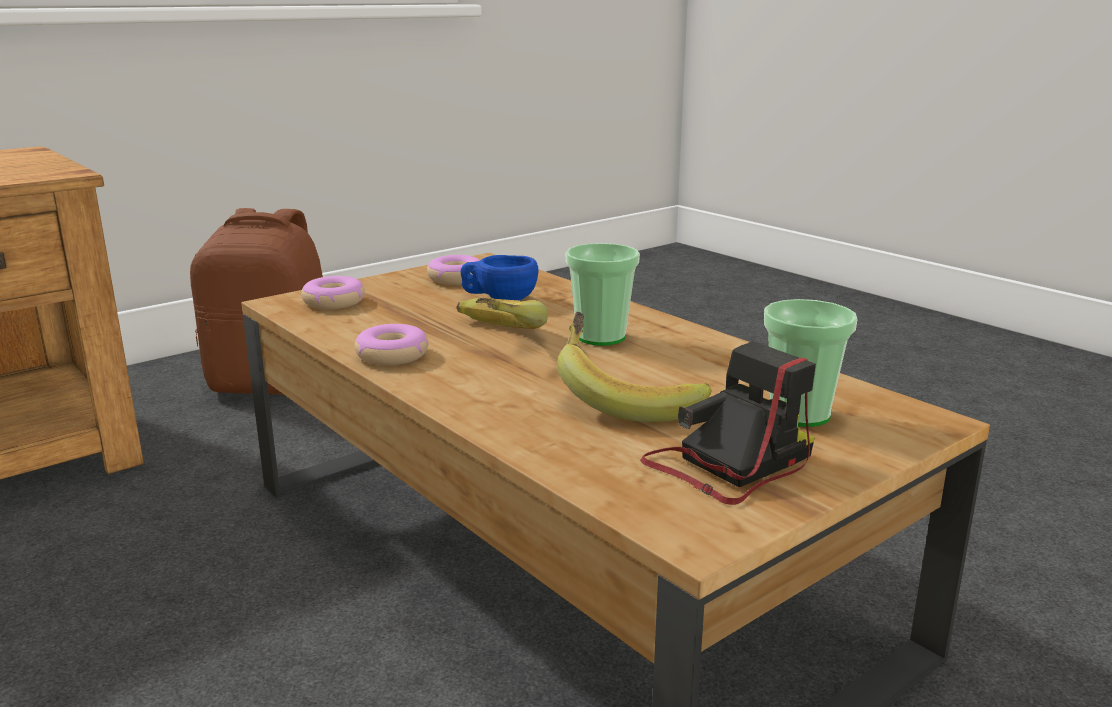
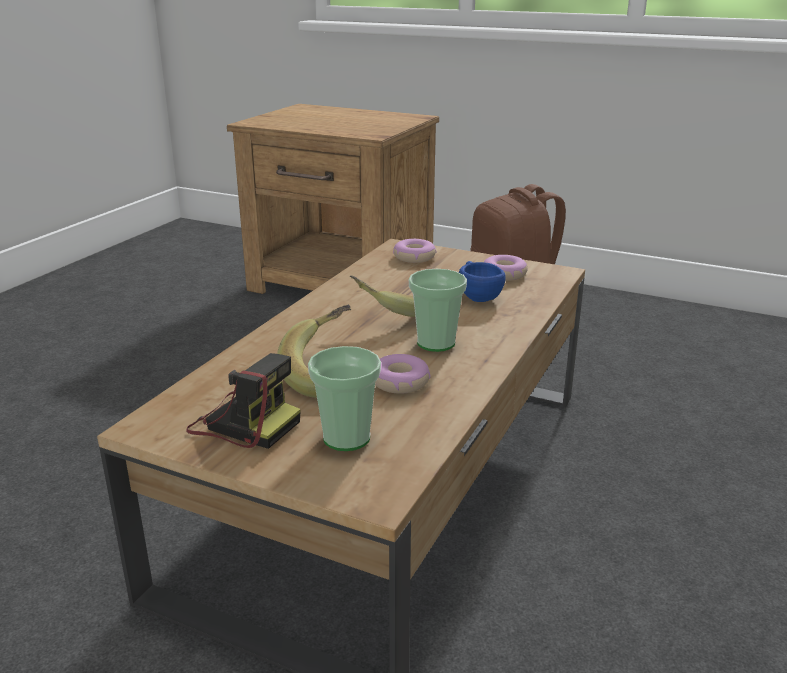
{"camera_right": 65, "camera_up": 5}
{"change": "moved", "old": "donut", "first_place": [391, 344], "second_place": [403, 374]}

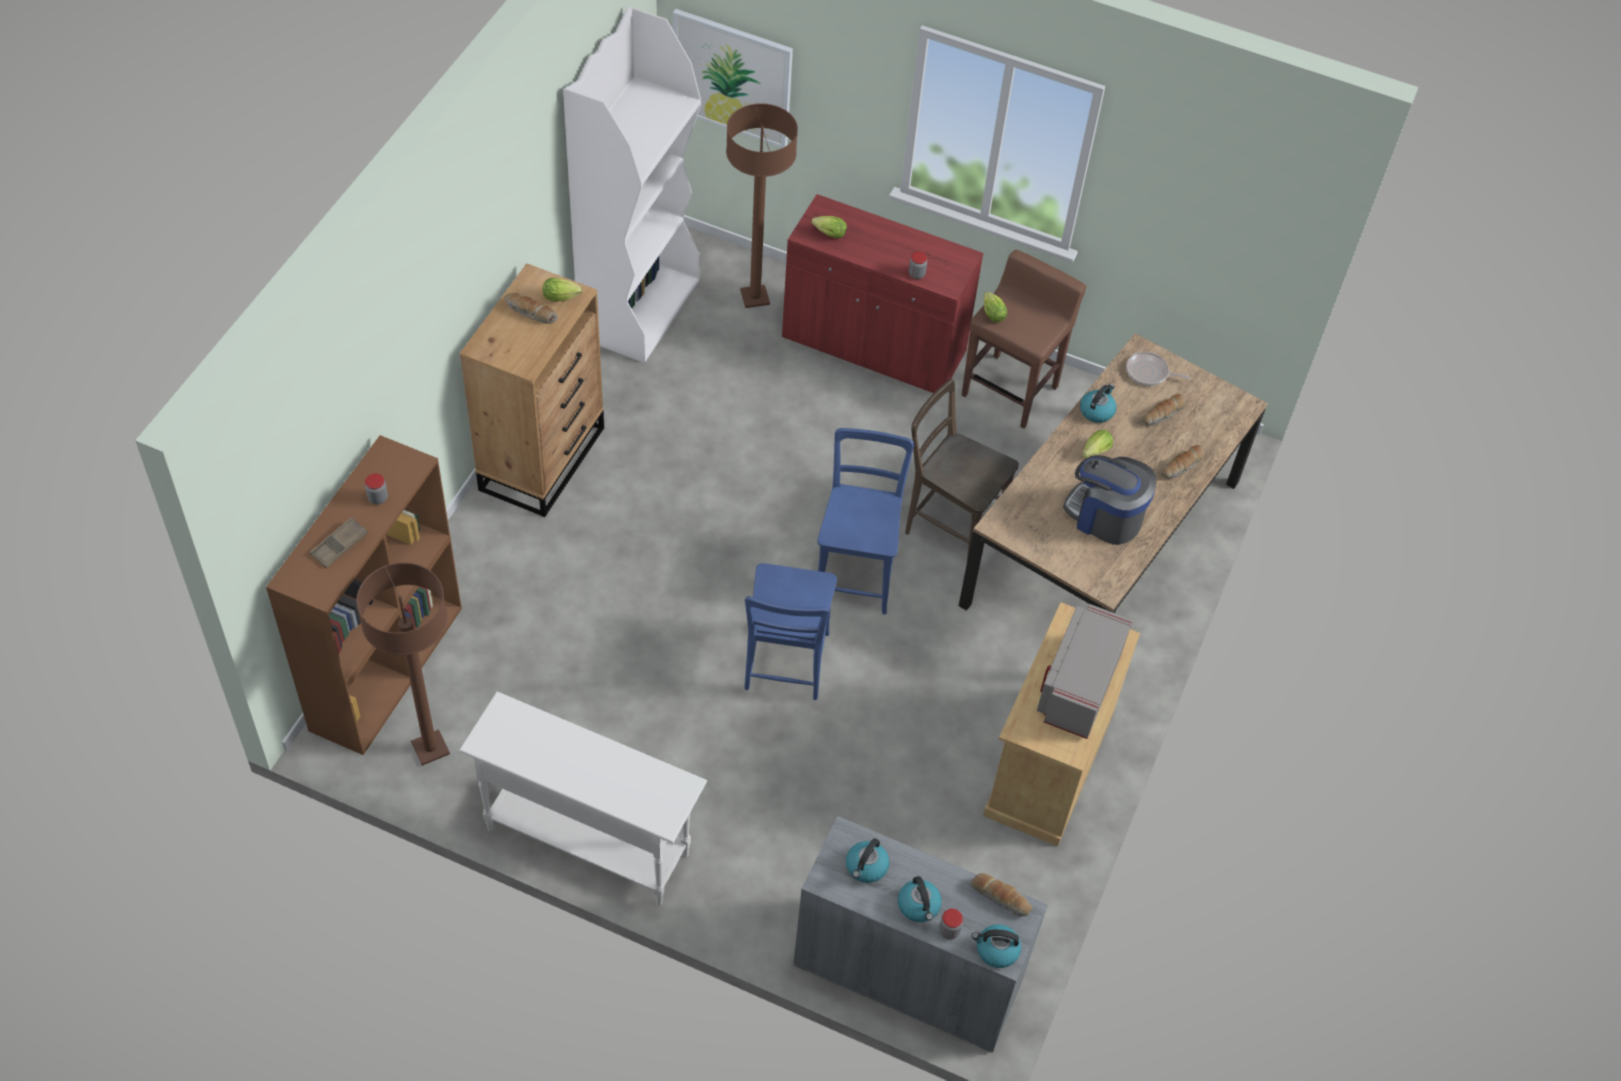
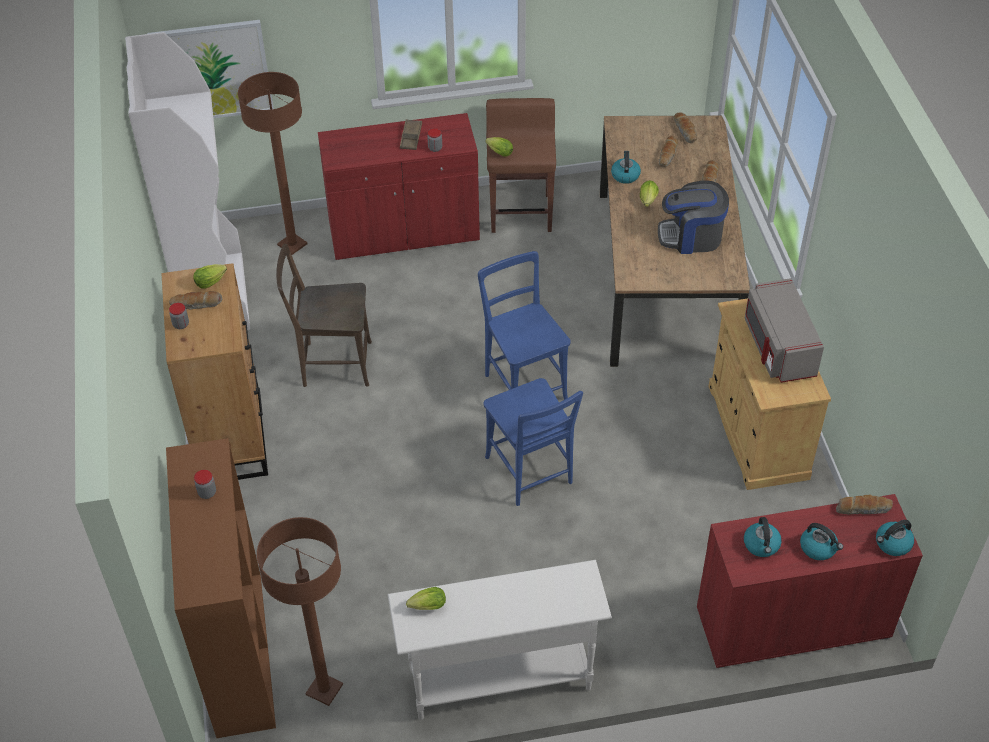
{"camera_right": -30, "camera_up": -5}
{"change": "moved", "old": "lettuce", "first_place": [829, 227], "second_place": [426, 598]}
{"change": "removed", "old": "frying pan", "first_place": [1158, 369]}
{"change": "moved", "old": "chair/brown", "first_place": [962, 469], "second_place": [324, 315]}
{"change": "moved", "old": "tray/brown", "first_place": [339, 542], "second_place": [411, 134]}
{"change": "recoloured", "old": "cabinet/grey", "new": "cabinet/red", "first_place": [920, 934], "second_place": [810, 581]}
{"change": "moved", "old": "jar", "first_place": [951, 924], "second_place": [179, 316]}
{"change": "added", "new": "bread", "second_place": [685, 127]}

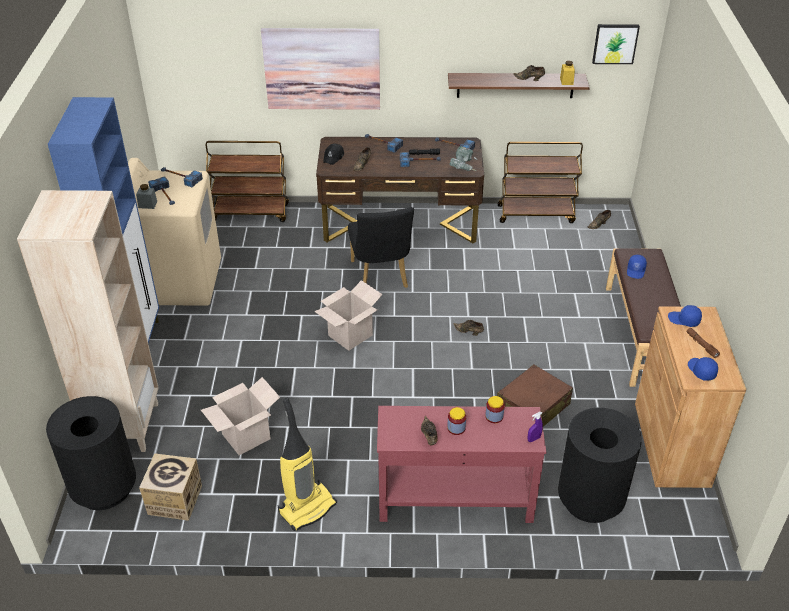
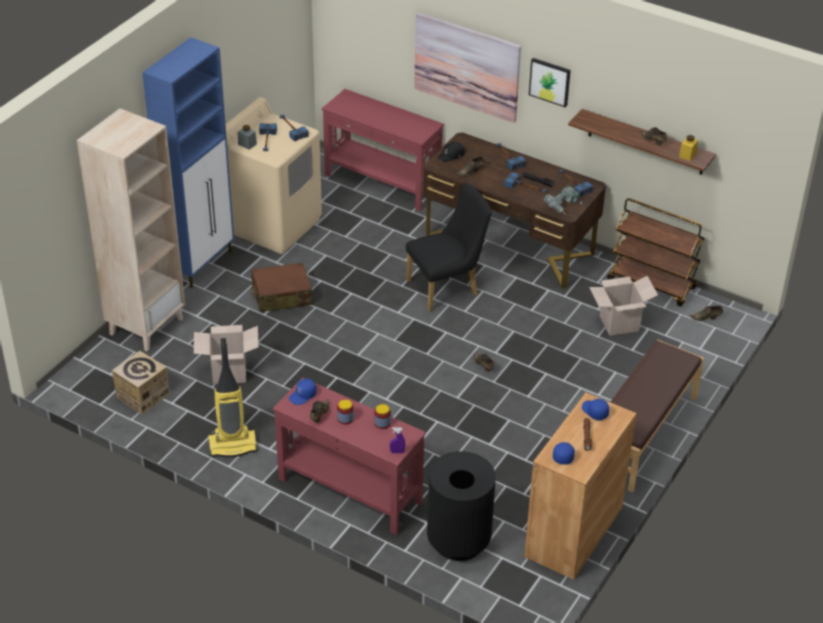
{"camera_right": 30, "camera_up": 0}
{"change": "moved", "old": "picture", "first_place": [616, 44], "second_place": [550, 82]}
{"change": "replaced", "old": "cart/brown", "new": "console table/red", "first_place": [247, 181], "second_place": [383, 150]}
{"change": "turned", "old": "chair/black", "first_place": [381, 247], "second_place": [449, 247], "degrees": -135}
{"change": "moved", "old": "cap/blue", "first_place": [637, 267], "second_place": [303, 392]}
{"change": "moved", "old": "cardboard box", "first_place": [348, 315], "second_place": [623, 306]}
{"change": "moved", "old": "suitcase/brown", "first_place": [535, 395], "second_place": [281, 287]}
{"change": "removed", "old": "trash can/black", "first_place": [91, 453]}

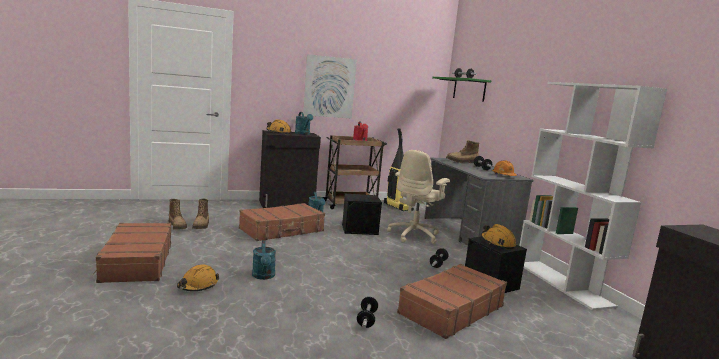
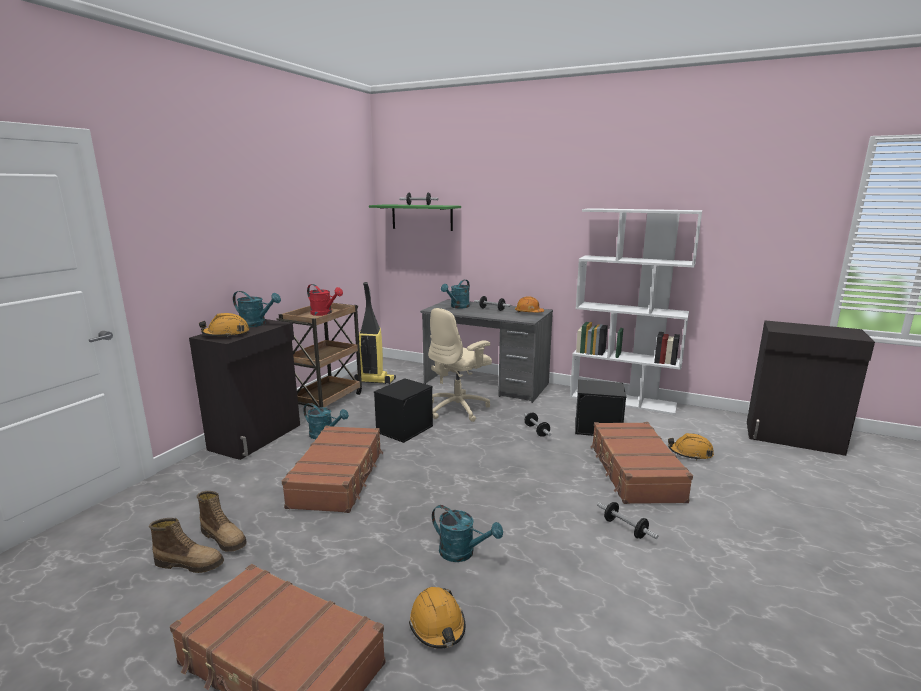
{"camera_right": -45, "camera_up": 5}
{"change": "removed", "old": "picture", "first_place": [330, 86]}
{"change": "replaced", "old": "boot", "new": "watering can/turquoise", "first_place": [462, 151], "second_place": [455, 294]}
{"change": "turned", "old": "office chair/beige", "first_place": [418, 197], "second_place": [460, 365], "degrees": 60}
{"change": "moved", "old": "hard hat/orange", "first_place": [498, 236], "second_place": [691, 447]}

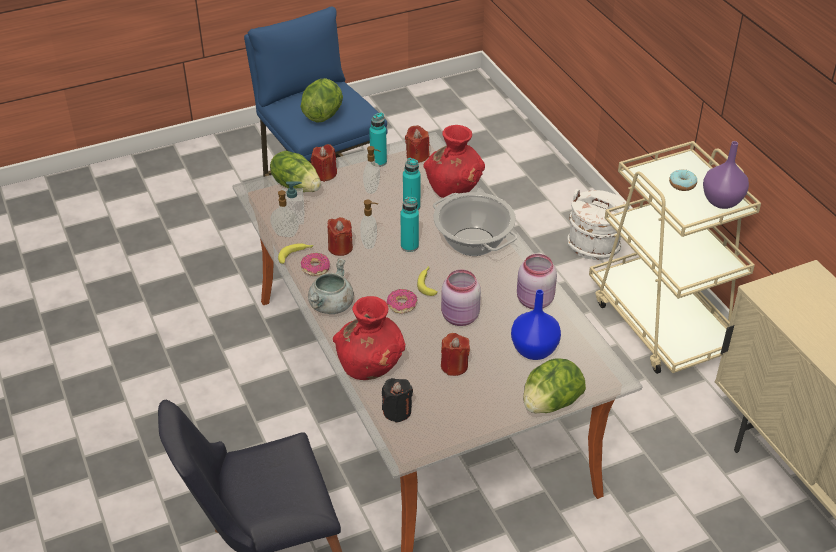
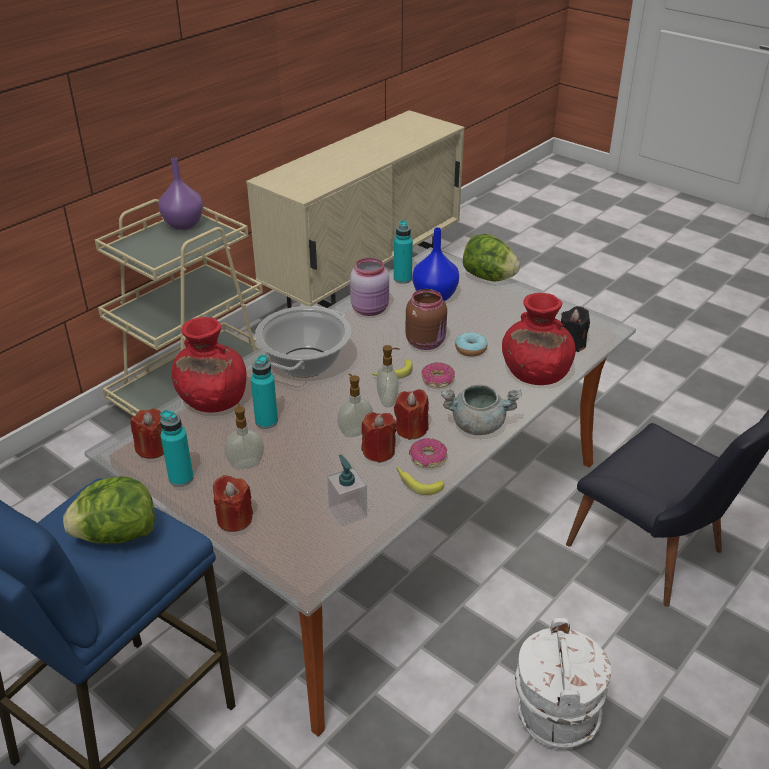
{"camera_right": -115, "camera_up": -5}
{"change": "removed", "old": "lettuce", "first_place": [295, 171]}
{"change": "moved", "old": "donut", "first_place": [683, 180], "second_place": [471, 344]}
{"change": "moved", "old": "bucket/white", "first_place": [598, 224], "second_place": [563, 683]}
{"change": "moved", "old": "soap dispenser", "first_place": [284, 213], "second_place": [388, 376]}
{"change": "moved", "old": "bottle/turquoise", "first_place": [409, 224], "second_place": [403, 252]}
{"change": "recoloured", "old": "jar/pink", "new": "jar/brown", "first_place": [461, 297], "second_place": [426, 319]}
{"change": "moved", "old": "candle/red", "first_place": [455, 354], "second_place": [411, 414]}

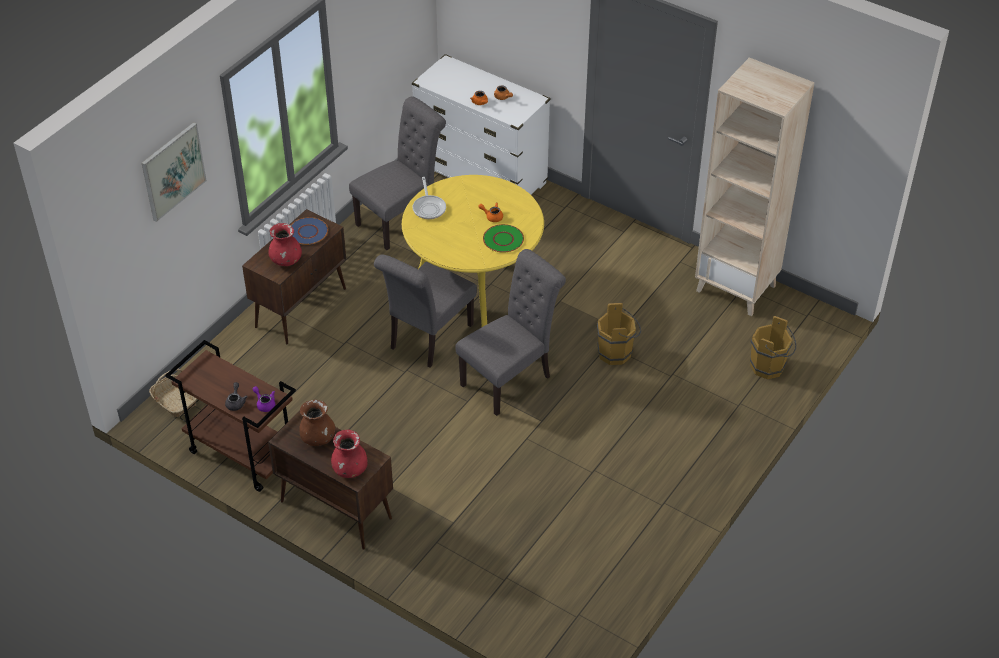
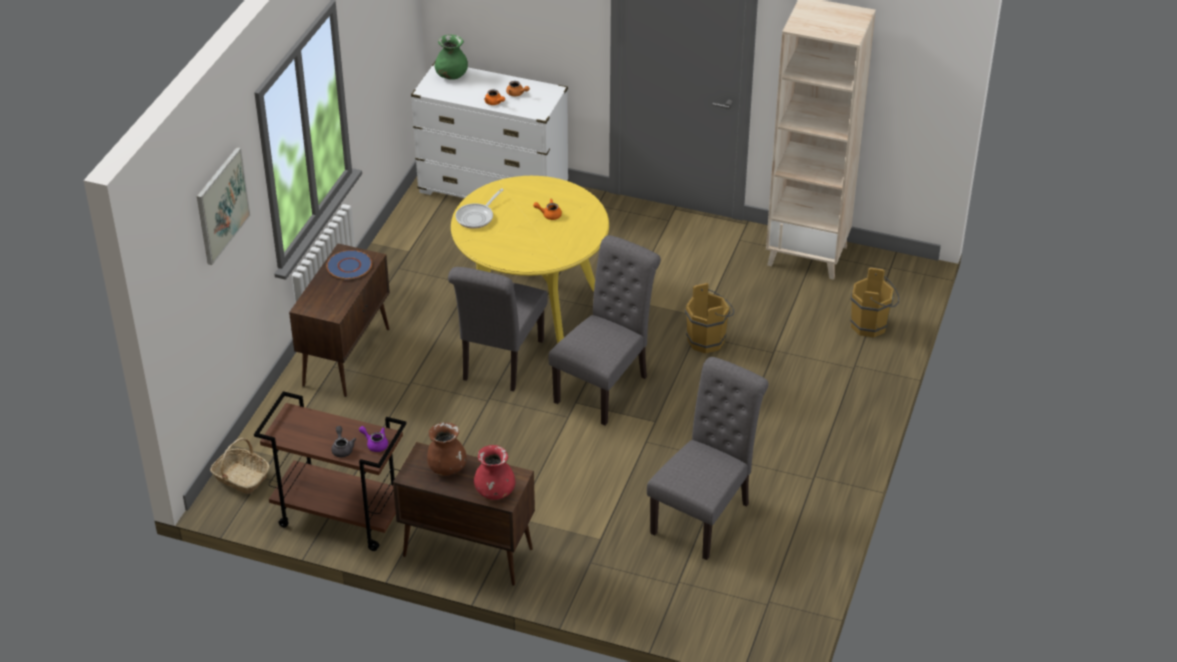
{"camera_right": -15, "camera_up": -5}
{"change": "moved", "old": "chair/grey", "first_place": [397, 173], "second_place": [708, 458]}
{"change": "turned", "old": "frying pan", "first_place": [429, 198], "second_place": [480, 209], "degrees": 60}
{"change": "removed", "old": "vase/red", "first_place": [285, 244]}
{"change": "removed", "old": "plate/green", "first_place": [503, 238]}
{"change": "added", "new": "vase/green", "second_place": [451, 57]}

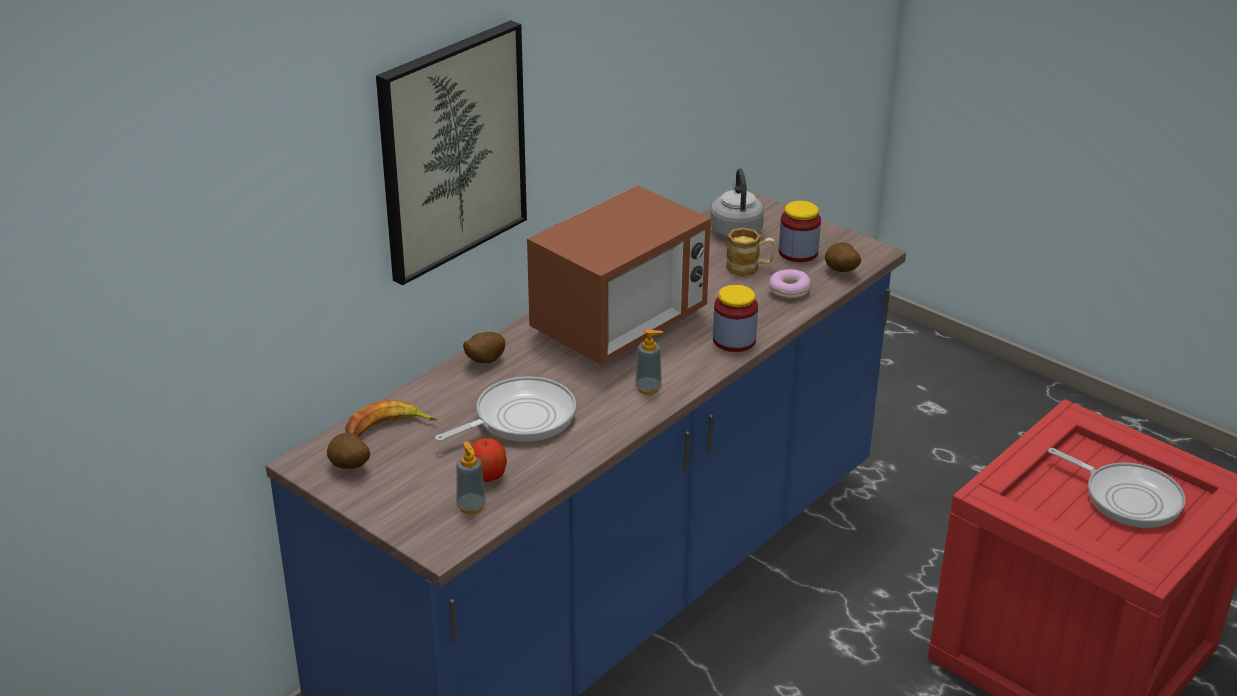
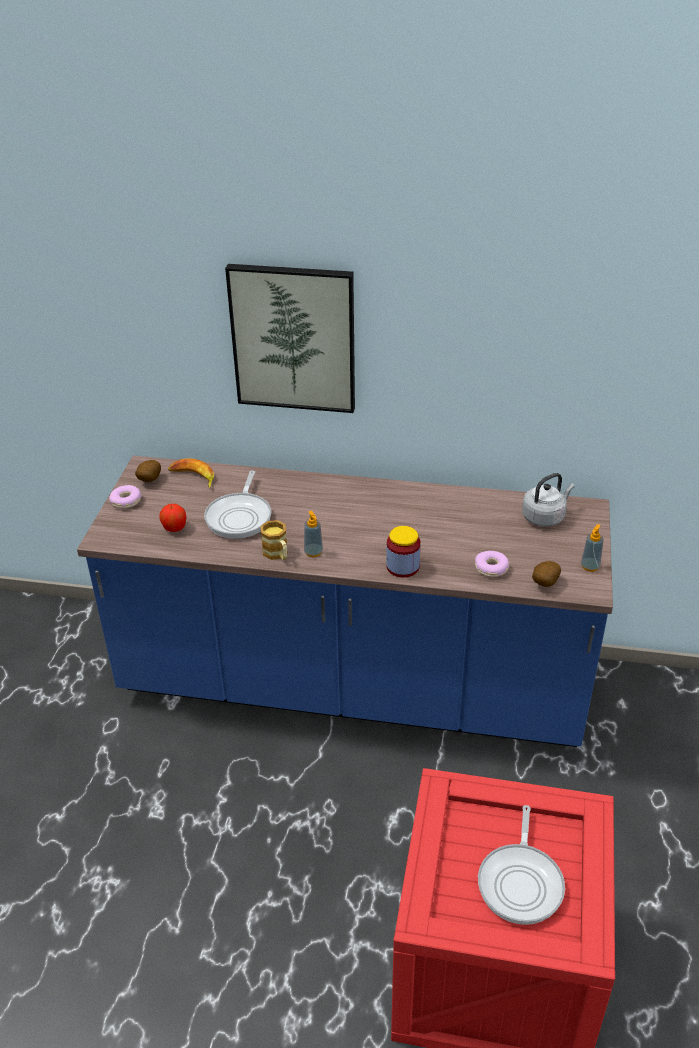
{"camera_right": 60, "camera_up": 5}
{"change": "removed", "old": "microwave", "first_place": [619, 275]}
{"change": "removed", "old": "jar", "first_place": [800, 231]}
{"change": "moved", "old": "mug", "first_place": [751, 252], "second_place": [274, 540]}
{"change": "removed", "old": "potato", "first_place": [484, 347]}
{"change": "turned", "old": "frying pan", "first_place": [505, 409], "second_place": [237, 504], "degrees": 75}
{"change": "moved", "old": "soap dispenser", "first_place": [471, 477], "second_place": [592, 548]}
{"change": "added", "new": "donut", "second_place": [125, 497]}

